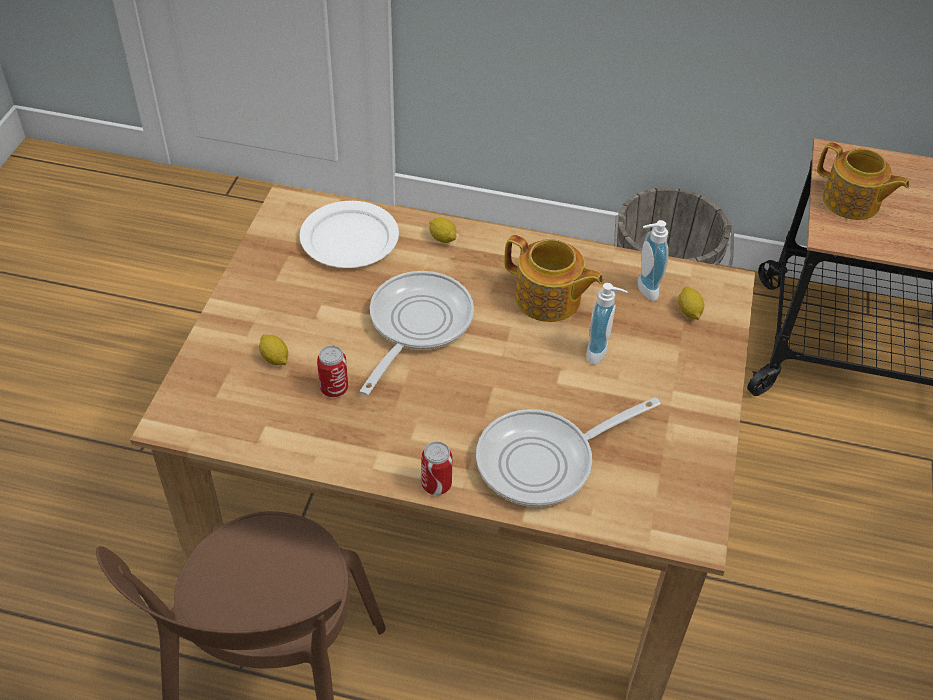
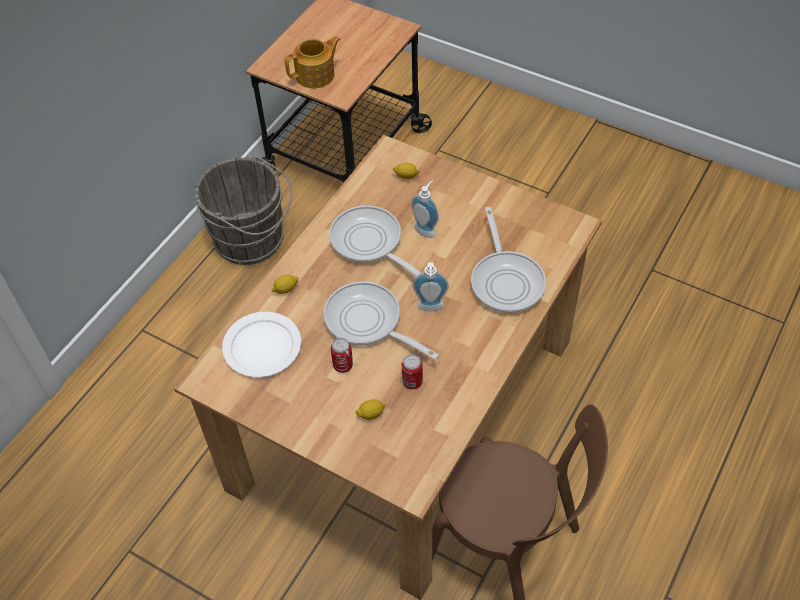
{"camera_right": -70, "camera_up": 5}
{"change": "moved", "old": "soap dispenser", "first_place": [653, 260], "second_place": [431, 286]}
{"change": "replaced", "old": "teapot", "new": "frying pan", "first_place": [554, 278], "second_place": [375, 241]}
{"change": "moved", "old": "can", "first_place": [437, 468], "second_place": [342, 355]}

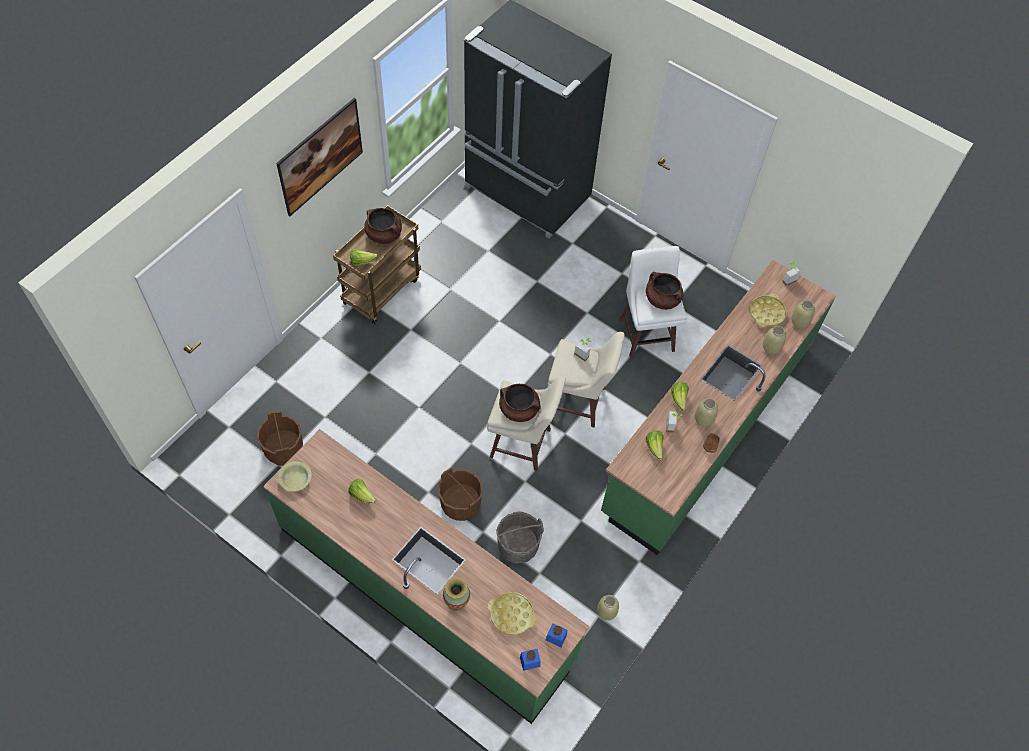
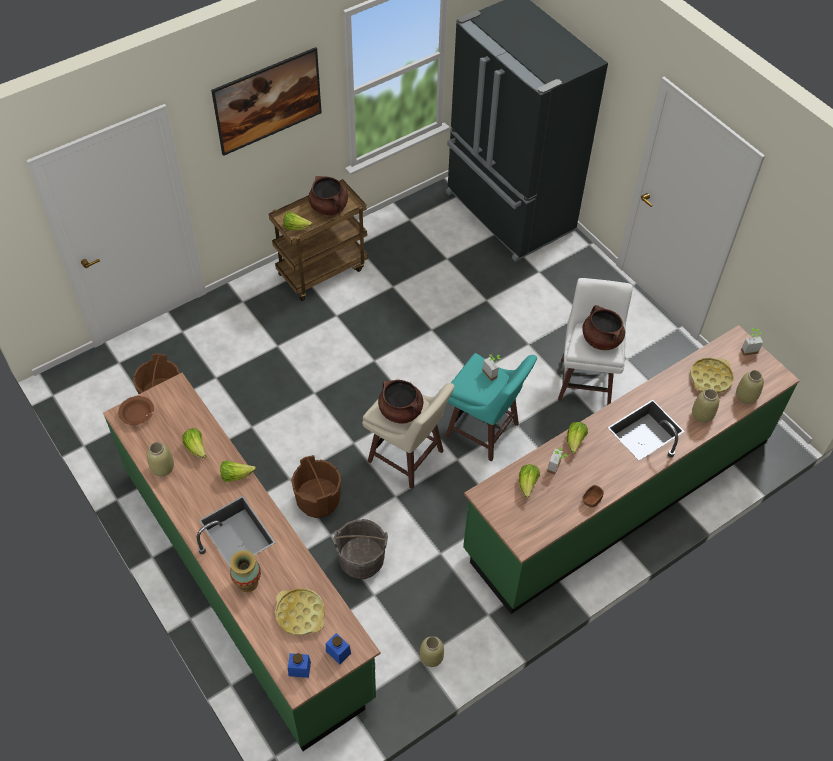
{"camera_right": 20, "camera_up": -5}
{"change": "recoloured", "old": "stool/beige", "new": "stool/turquoise", "first_place": [586, 380], "second_place": [491, 407]}
{"change": "moved", "old": "vase/beige", "first_place": [706, 412], "second_place": [160, 459]}
{"change": "recoloured", "old": "bowl/yellow", "new": "bowl/brown", "first_place": [294, 476], "second_place": [136, 410]}
{"change": "added", "new": "lettuce", "second_place": [238, 471]}

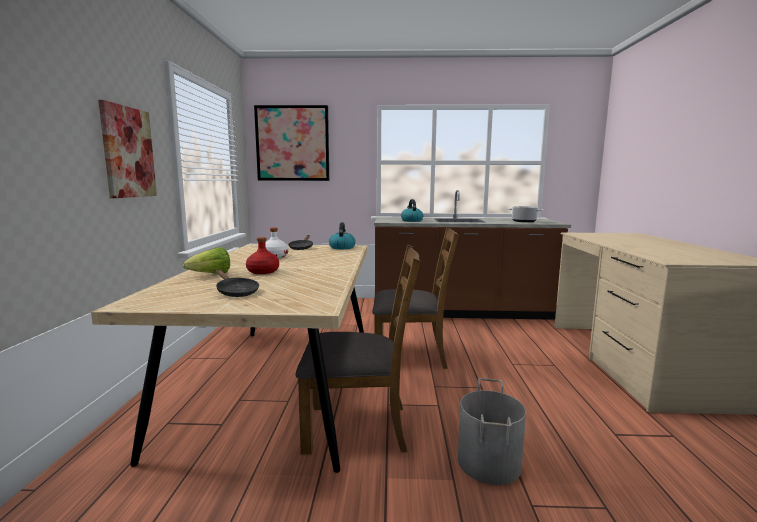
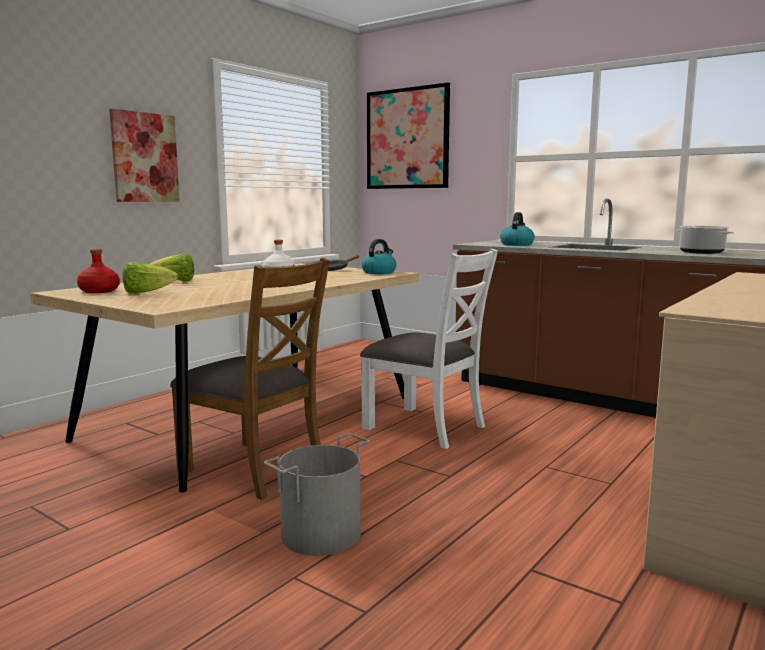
{"camera_right": 35, "camera_up": 0}
{"change": "recoloured", "old": "chair/brown", "new": "chair/white", "first_place": [415, 298], "second_place": [429, 349]}
{"change": "moved", "old": "bottle/red", "first_place": [262, 255], "second_place": [98, 271]}
{"change": "replaced", "old": "frying pan/black", "new": "lettuce", "first_place": [237, 283], "second_place": [150, 278]}

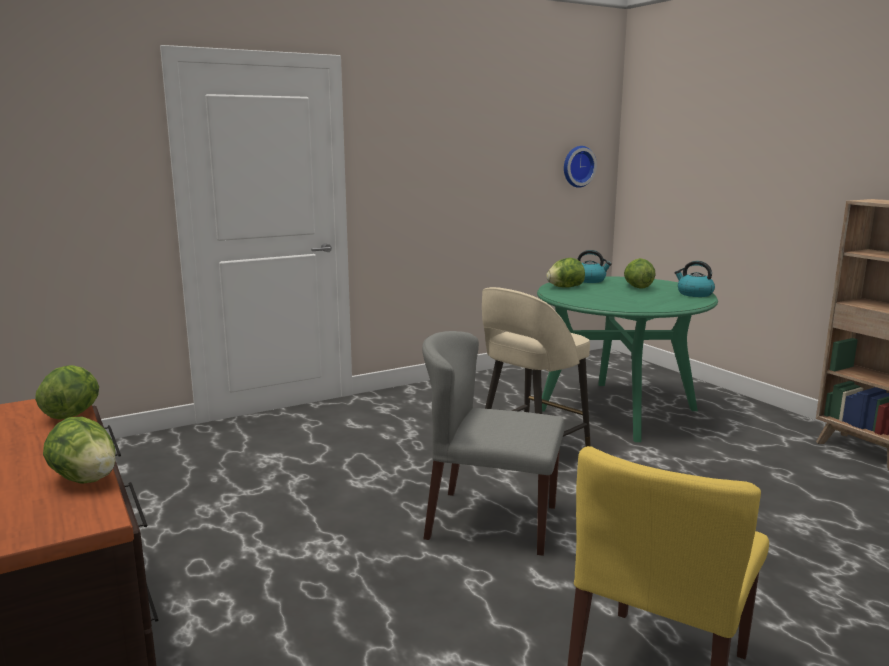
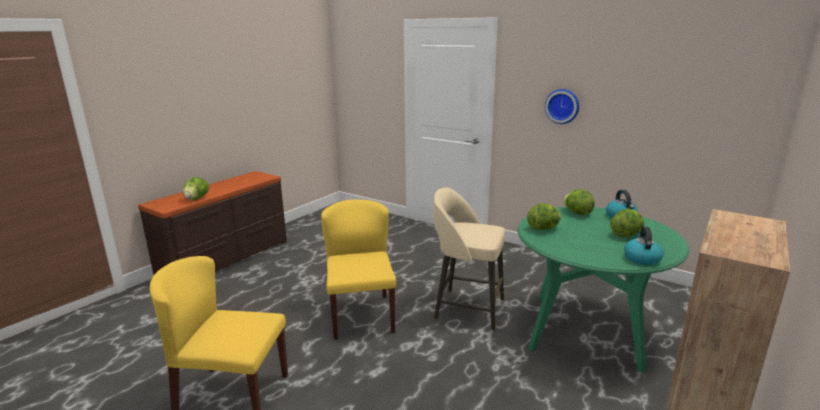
{"camera_right": 65, "camera_up": 5}
{"change": "moved", "old": "wall clock", "first_place": [580, 167], "second_place": [562, 106]}
{"change": "recoloured", "old": "chair/grey", "new": "chair/yellow", "first_place": [493, 443], "second_place": [358, 270]}
{"change": "moved", "old": "lettuce", "first_place": [67, 392], "second_place": [544, 216]}

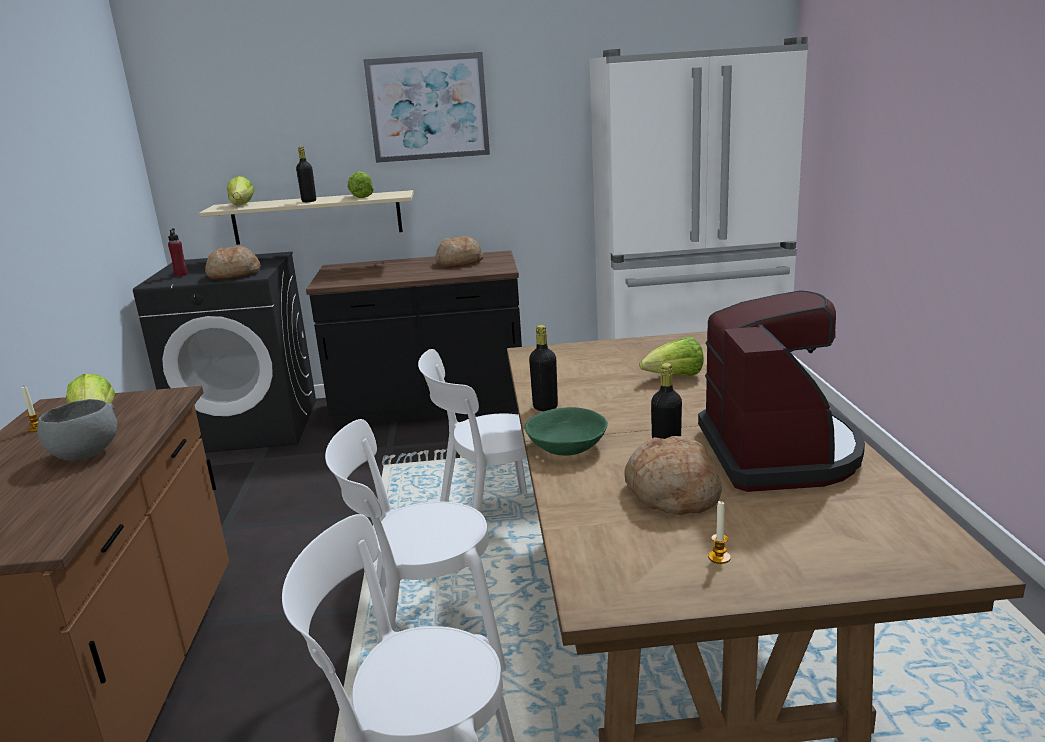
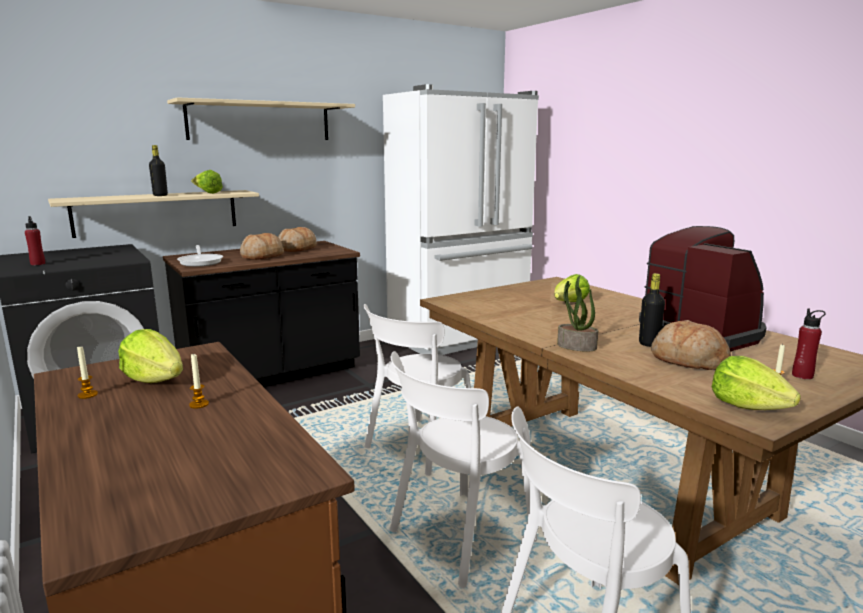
{"camera_right": -30, "camera_up": -5}
{"change": "replaced", "old": "picture", "new": "shelf/beige", "first_place": [426, 107], "second_place": [261, 118]}
{"change": "moved", "old": "lettuce", "first_place": [240, 190], "second_place": [756, 383]}
{"change": "moved", "old": "bread", "first_place": [233, 263], "second_place": [262, 246]}
{"change": "removed", "old": "bottle/black", "first_place": [543, 368]}
{"change": "replaced", "old": "bowl/grey", "new": "candle", "first_place": [77, 430], "second_place": [199, 381]}
{"change": "replaced", "old": "bowl/green", "new": "potted plant", "first_place": [566, 431], "second_place": [577, 314]}
{"change": "added", "new": "frying pan", "second_place": [200, 256]}
{"change": "added", "new": "bottle/red", "second_place": [809, 343]}

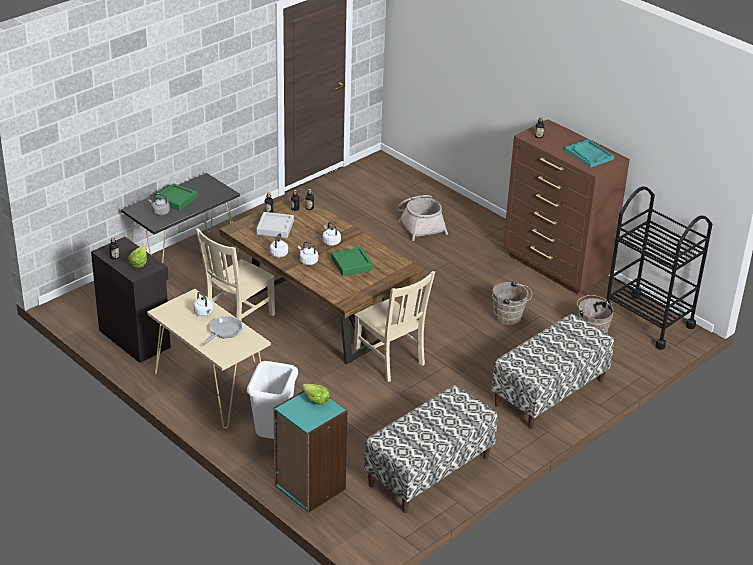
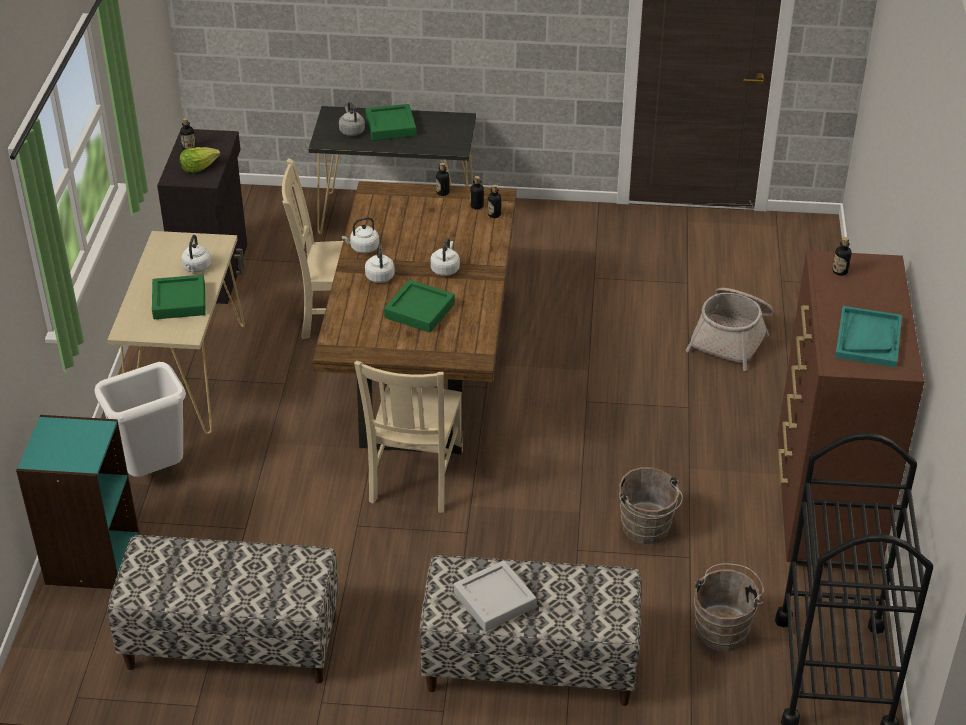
{"camera_right": 50, "camera_up": 5}
{"change": "moved", "old": "tray/grey", "first_place": [275, 225], "second_place": [495, 596]}
{"change": "replaced", "old": "frying pan", "new": "tray/green", "first_place": [223, 331], "second_place": [179, 297]}
{"change": "removed", "old": "lettuce", "first_place": [316, 394]}

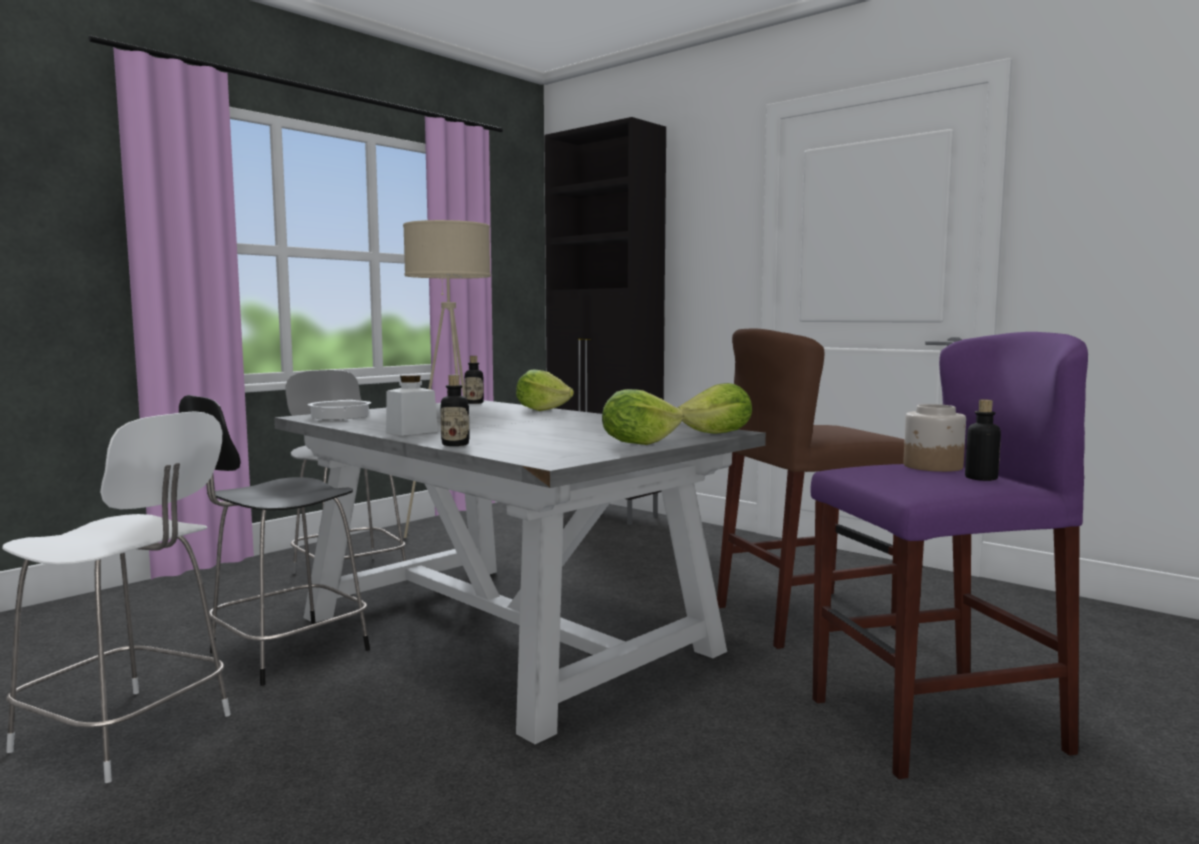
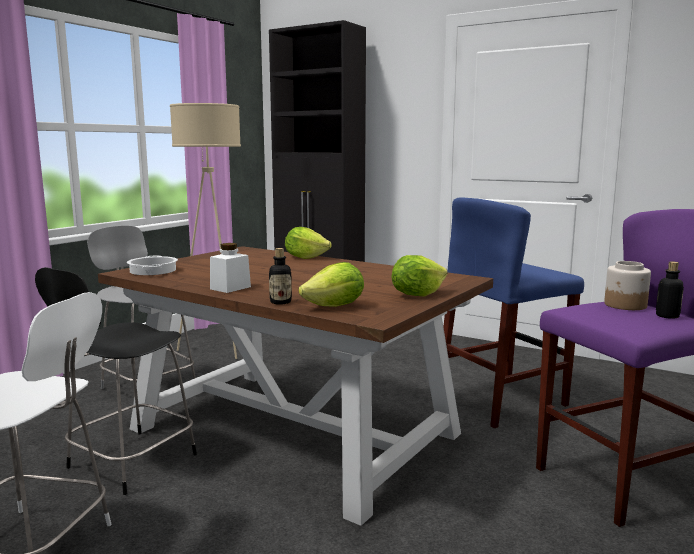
{"camera_right": -10, "camera_up": 5}
{"change": "recoloured", "old": "stool/brown", "new": "stool/blue", "first_place": [810, 488], "second_place": [513, 312]}
{"change": "removed", "old": "bottle", "first_place": [474, 380]}
{"change": "moved", "old": "lettuce", "first_place": [714, 408], "second_place": [331, 284]}
{"change": "recoloured", "old": "dining table/grey", "new": "dining table/brown", "first_place": [520, 572], "second_place": [295, 386]}

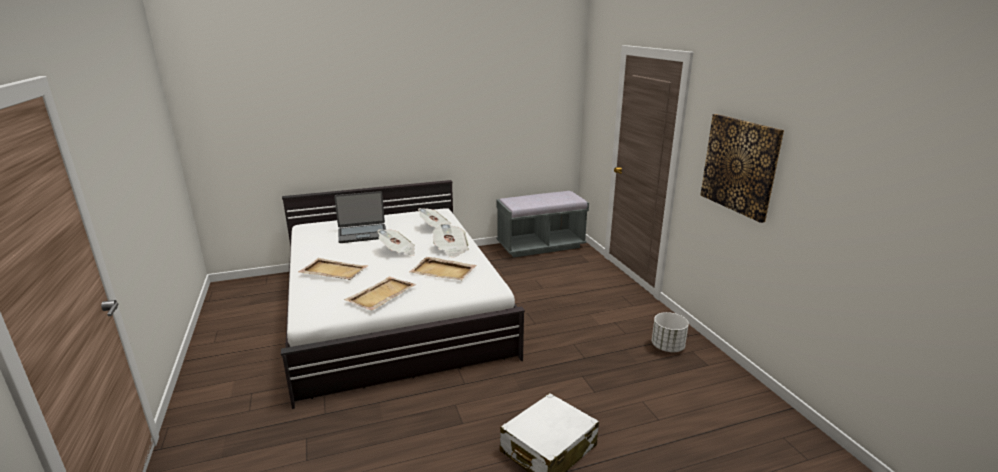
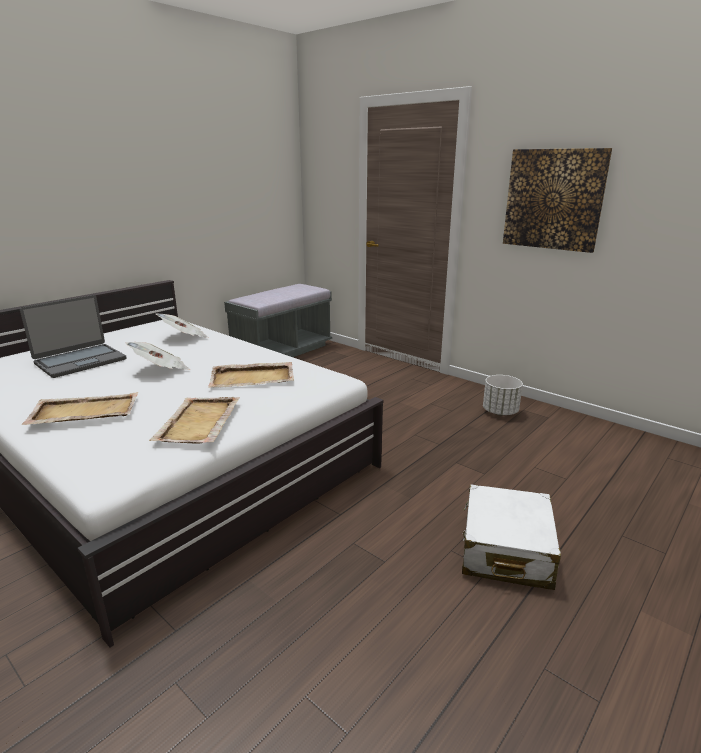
{"camera_right": -30, "camera_up": 0}
{"change": "removed", "old": "newspaper", "first_place": [451, 240]}

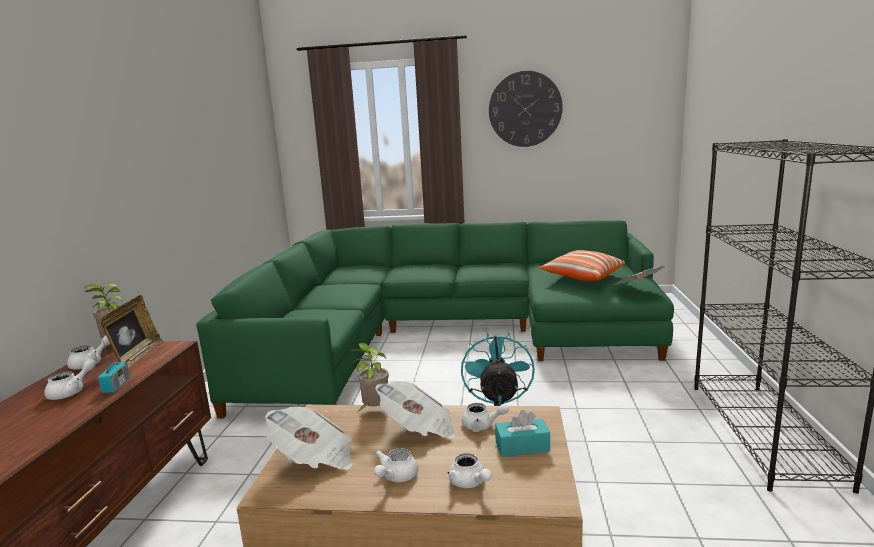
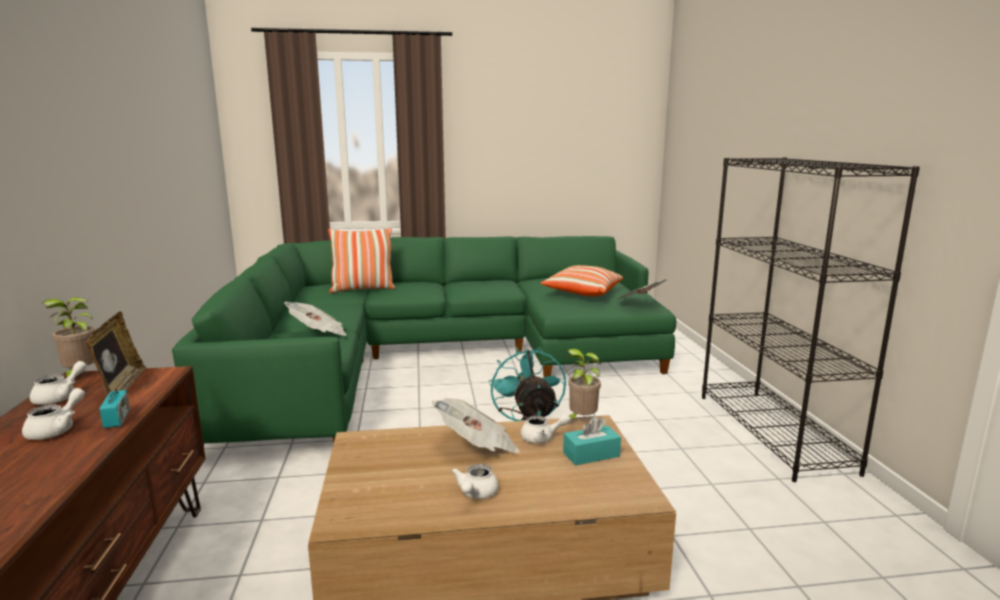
{"camera_right": -15, "camera_up": 0}
{"change": "removed", "old": "wall clock", "first_place": [526, 109]}
{"change": "moved", "old": "potted plant", "first_place": [368, 377], "second_place": [583, 384]}
{"change": "moved", "old": "newspaper", "first_place": [308, 438], "second_place": [315, 319]}
{"change": "removed", "old": "teapot/white", "first_place": [469, 470]}
{"change": "added", "new": "pillow", "second_place": [361, 260]}

